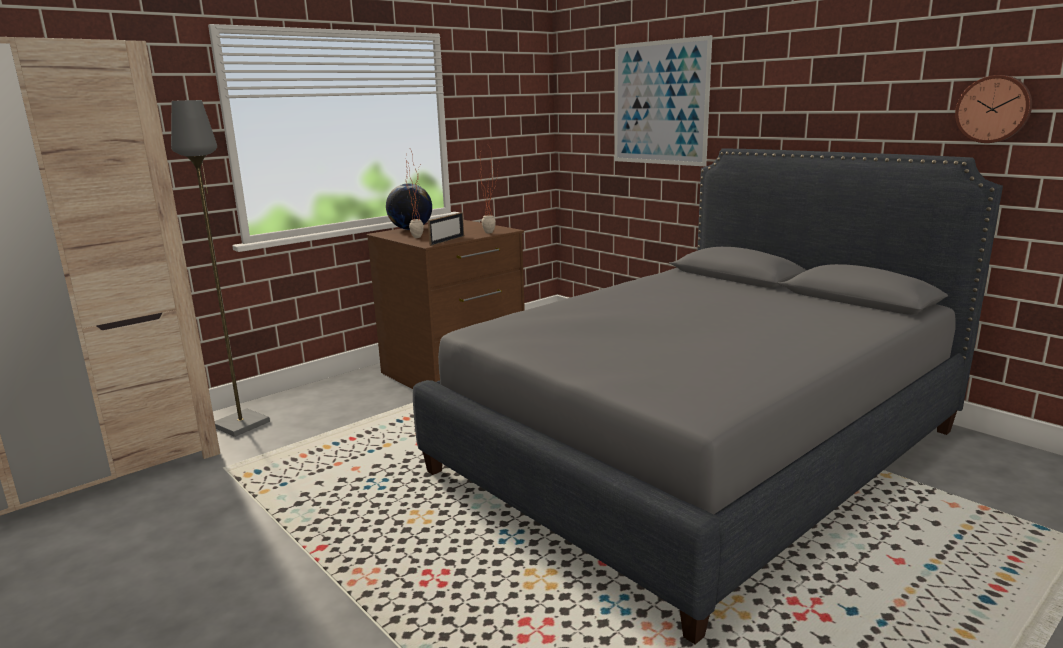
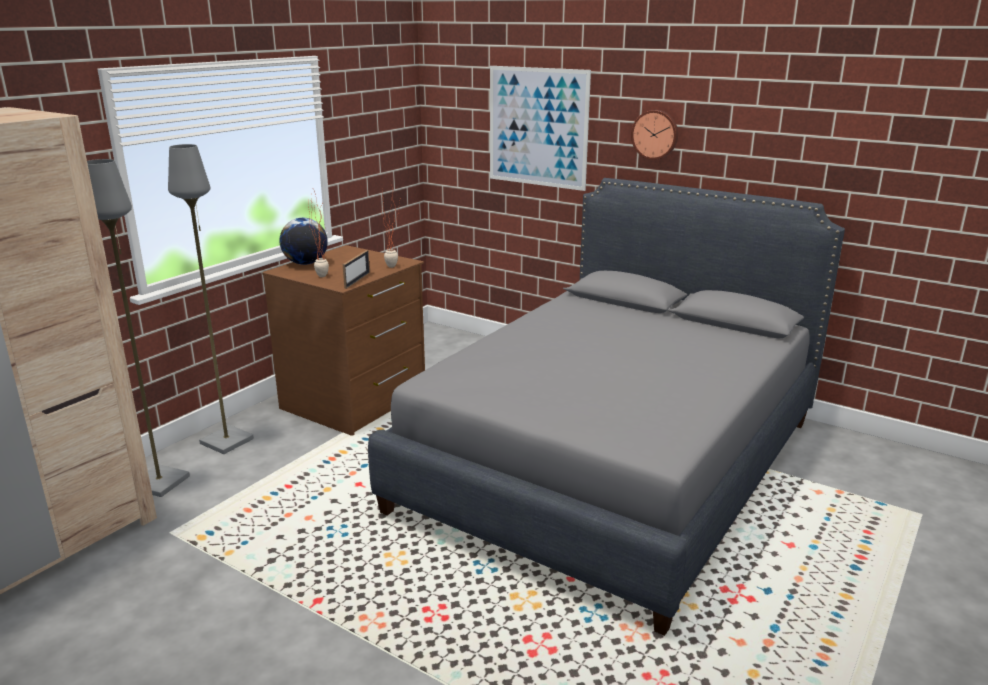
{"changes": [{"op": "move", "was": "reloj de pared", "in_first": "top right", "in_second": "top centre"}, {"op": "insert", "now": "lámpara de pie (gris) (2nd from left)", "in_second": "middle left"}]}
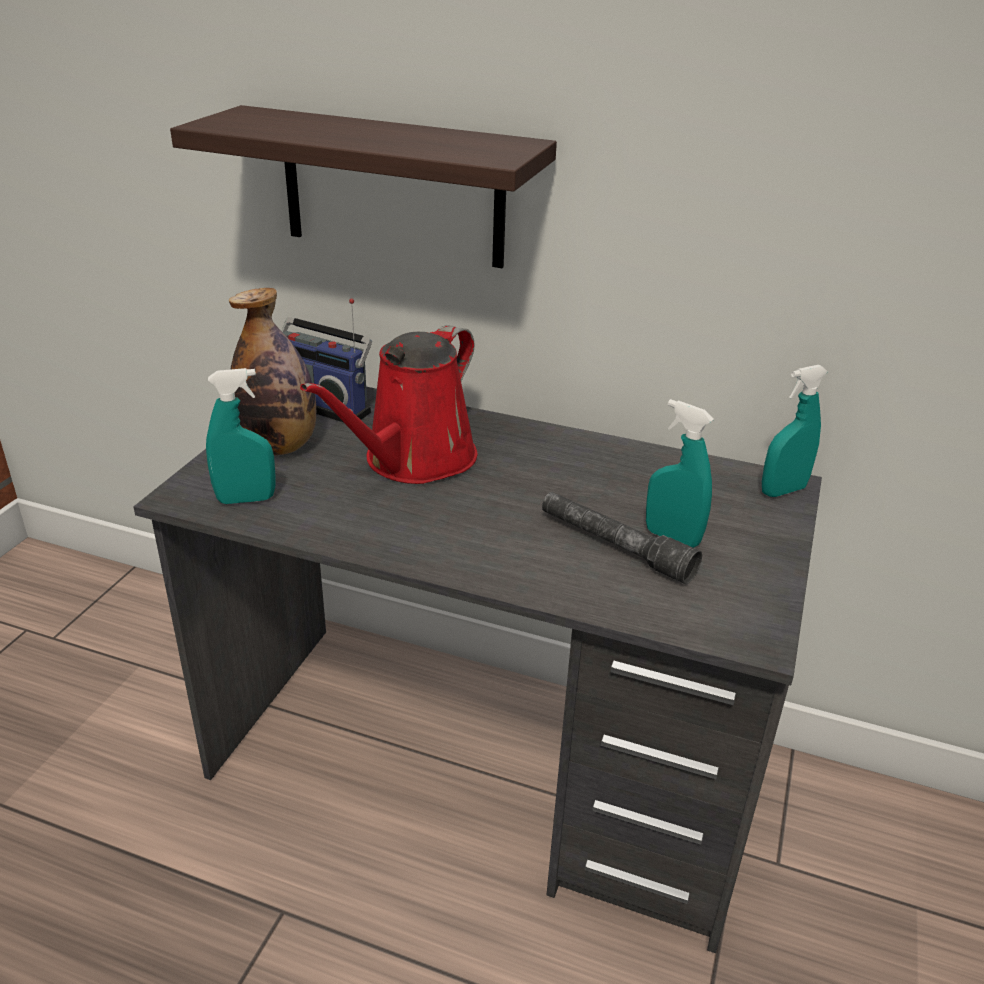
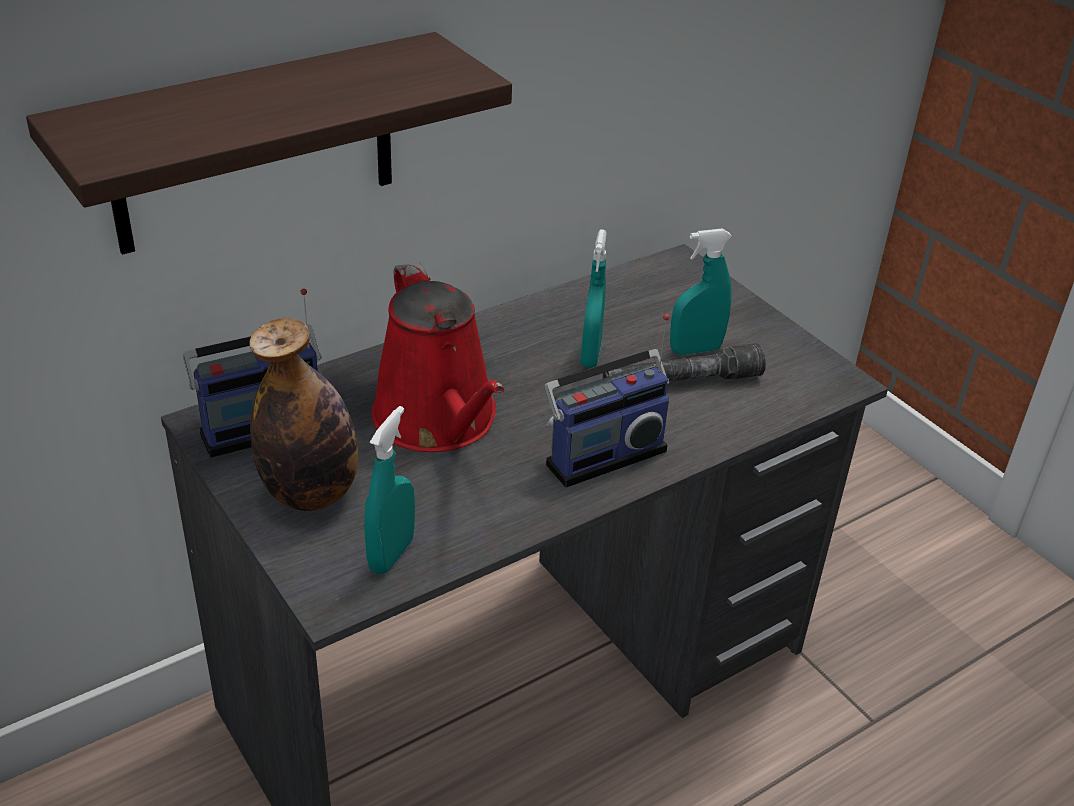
{"changes": [{"op": "move", "was": "pulverizador (turquesa) (3rd from left in the first image)", "now": "pulverizador (turquesa) (2nd from left)", "in_first": "middle right", "in_second": "centre"}, {"op": "insert", "now": "radio (2nd from left)", "in_second": "centre"}]}
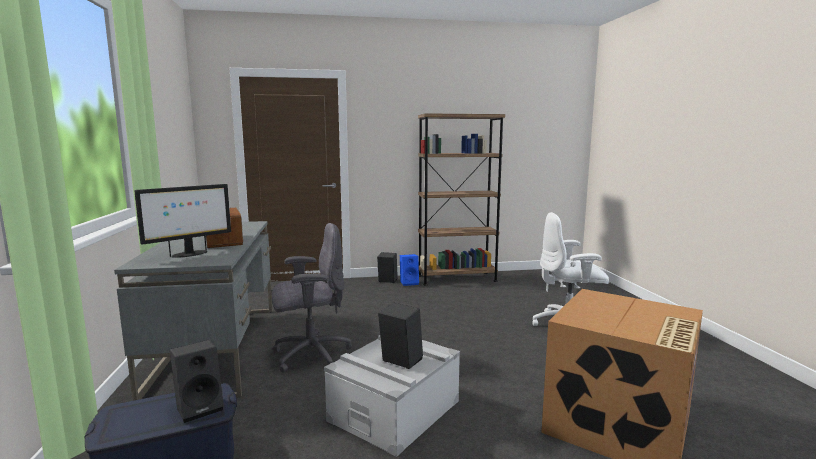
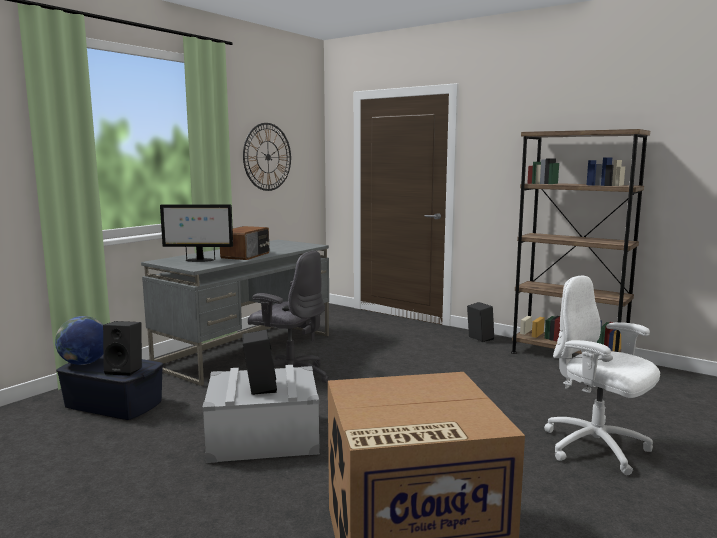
{"changes": [{"op": "delete", "was": "altavoz (azul)", "in_first": "centre"}, {"op": "insert", "now": "reloj de pared", "in_second": "top centre"}, {"op": "insert", "now": "globo terráqueo", "in_second": "middle left"}]}
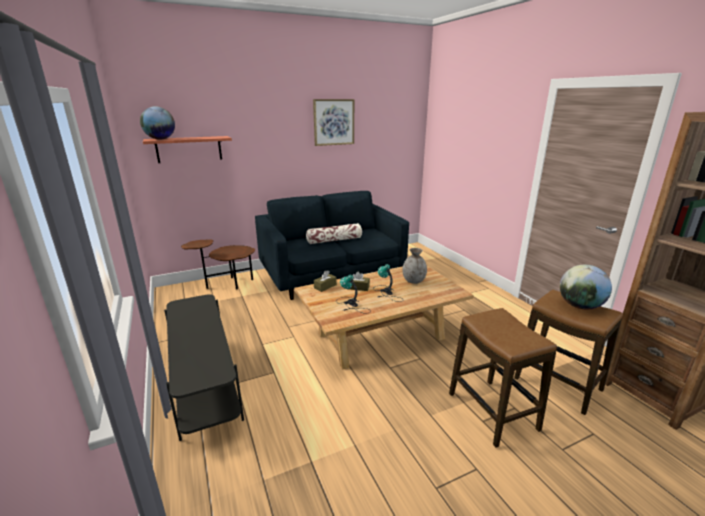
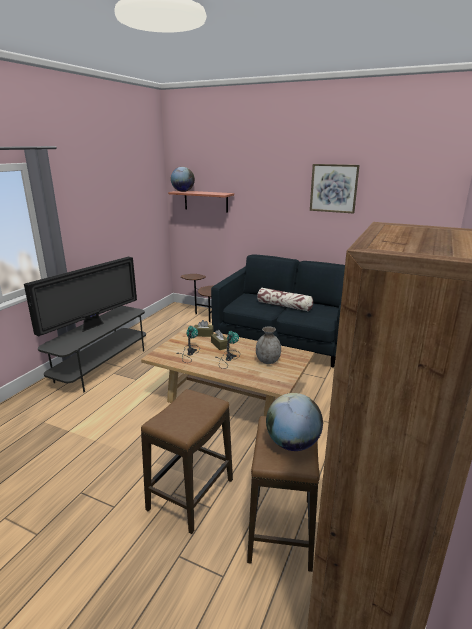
{"changes": [{"op": "insert", "now": "televisor", "in_second": "middle left"}]}
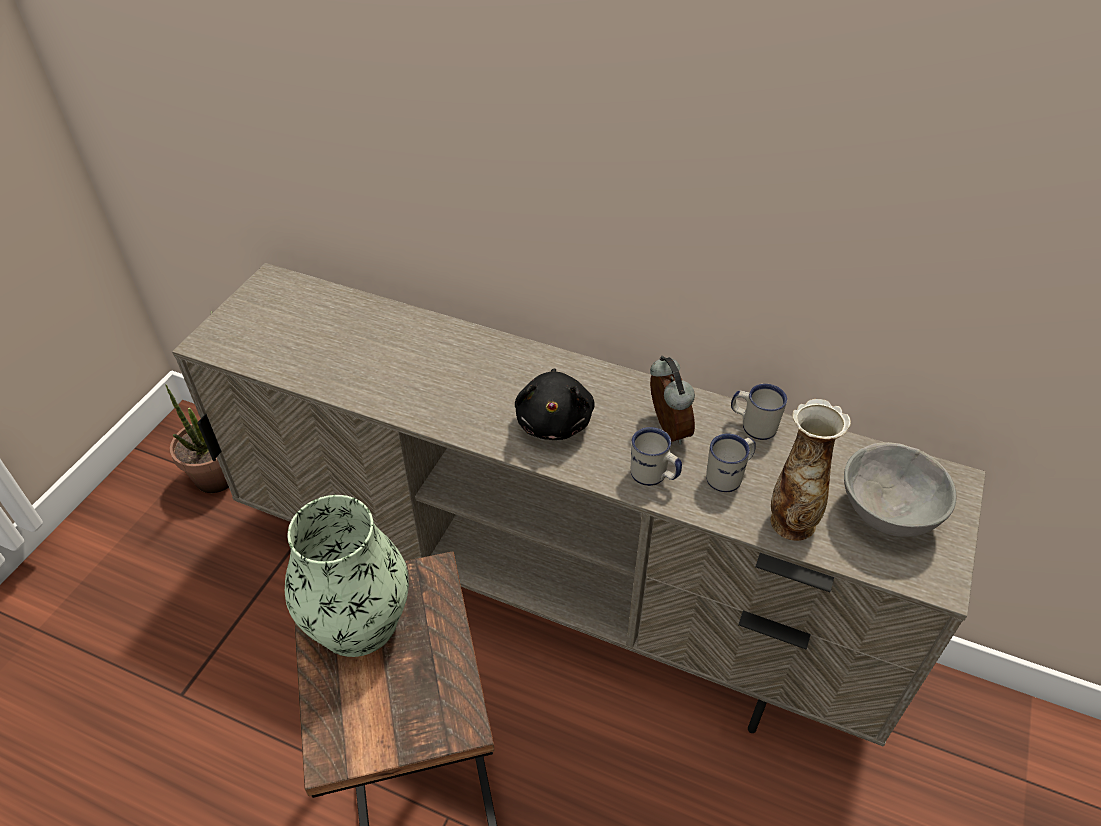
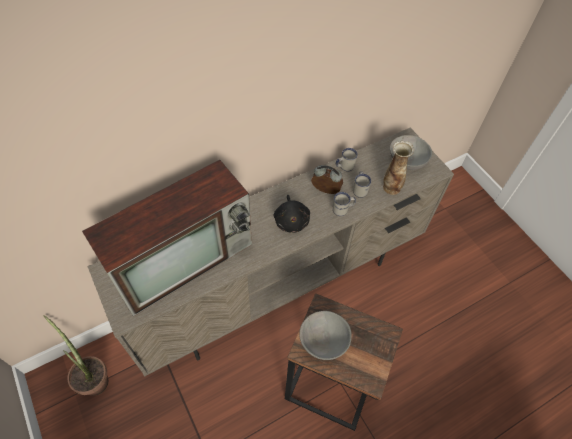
{"changes": [{"op": "rotate", "was": "peluche (negro)", "in_first": "centre", "in_second": "centre", "clockwise": 45}, {"op": "replace", "was": "florero (1st from left)", "now": "cuenco (gris) (1st from left)", "in_first": "bottom left", "in_second": "bottom centre"}, {"op": "insert", "now": "televisor", "in_second": "middle left"}]}
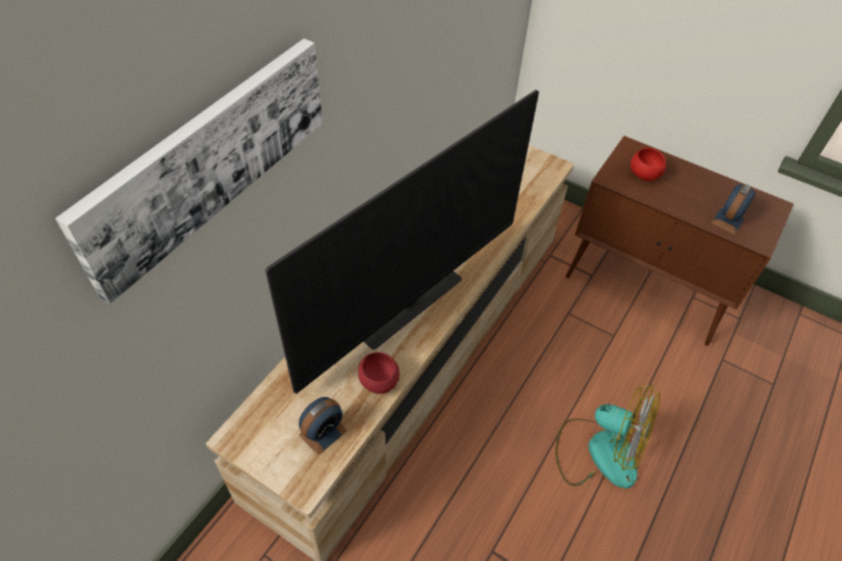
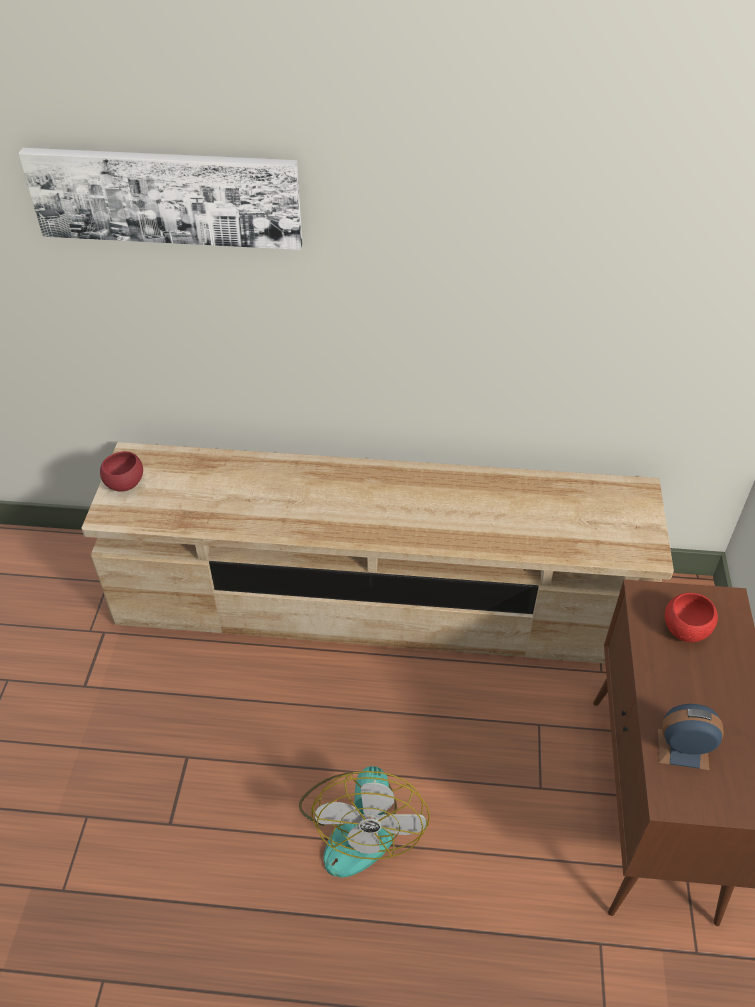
{"changes": [{"op": "delete", "was": "televisor", "in_first": "centre"}, {"op": "move", "was": "cuenco (rojo) (1st from left)", "in_first": "centre", "in_second": "middle left"}, {"op": "delete", "was": "despertador (1st from left)", "in_first": "bottom centre"}]}
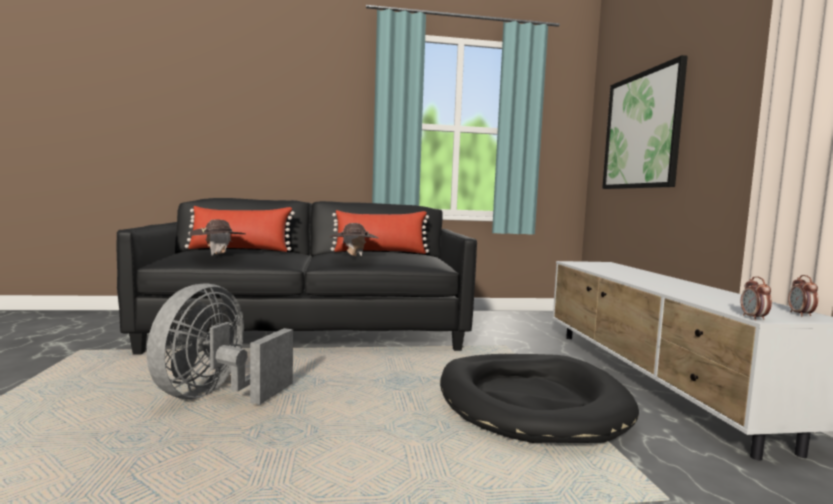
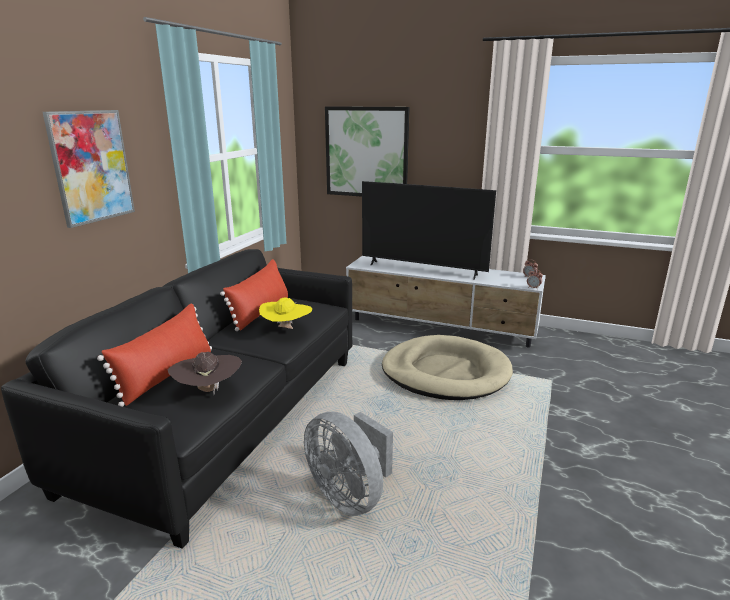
{"changes": [{"op": "recolor", "was": "sombrero (marrón) (2nd from left)", "now": "sombrero (amarillo)", "in_first": "centre", "in_second": "centre"}, {"op": "recolor", "was": "cama para perro (negro)", "now": "cama para perro (beis)", "in_first": "bottom centre", "in_second": "centre"}, {"op": "insert", "now": "cuadro (1st from left)", "in_second": "top left"}, {"op": "insert", "now": "televisor", "in_second": "centre"}]}
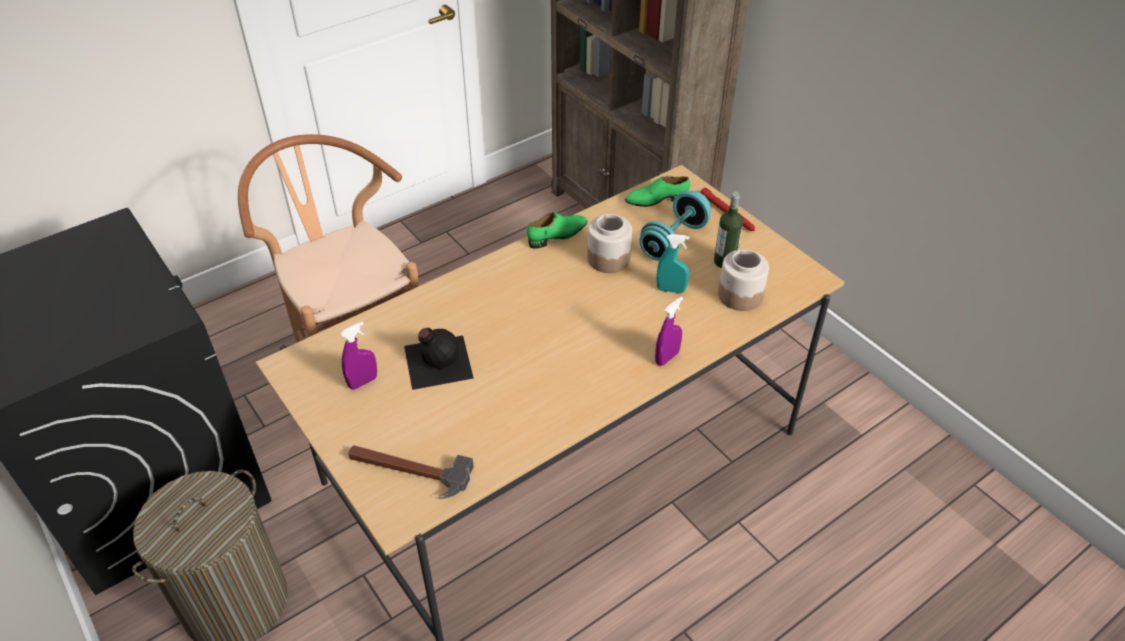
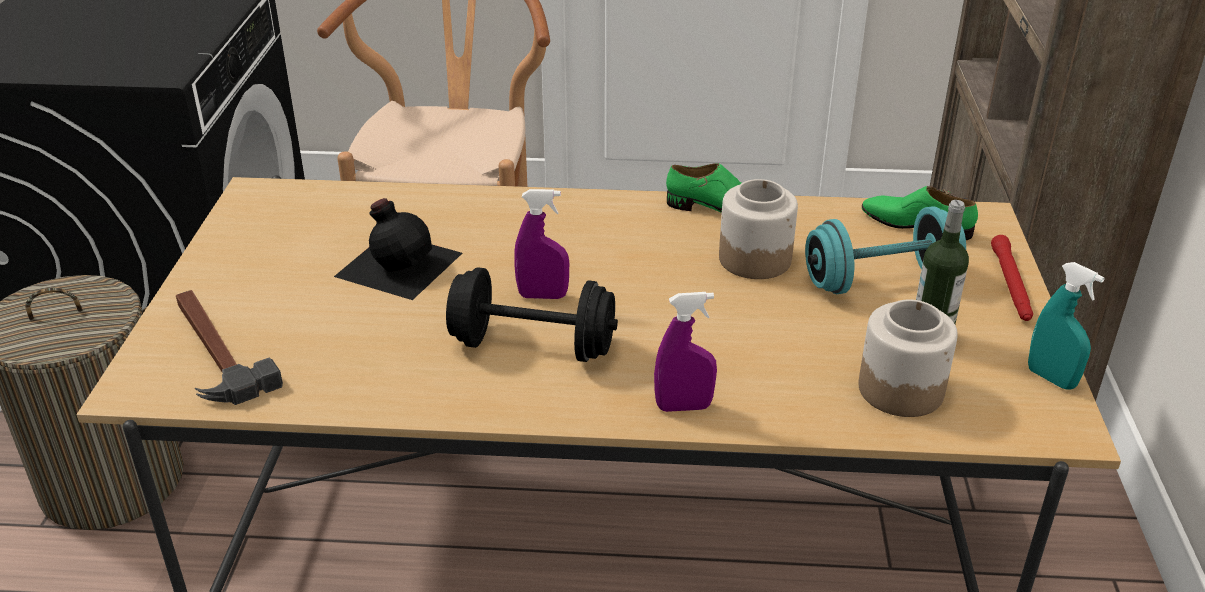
{"changes": [{"op": "move", "was": "pulverizador (turquesa)", "in_first": "centre", "in_second": "middle right"}, {"op": "move", "was": "pulverizador (morado) (1st from left)", "in_first": "middle left", "in_second": "centre"}, {"op": "insert", "now": "mancuerna (negro)", "in_second": "centre"}]}
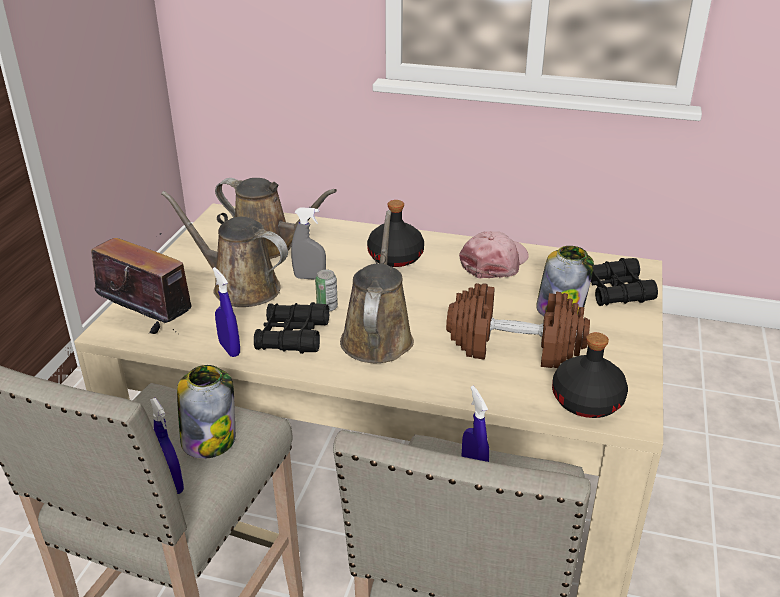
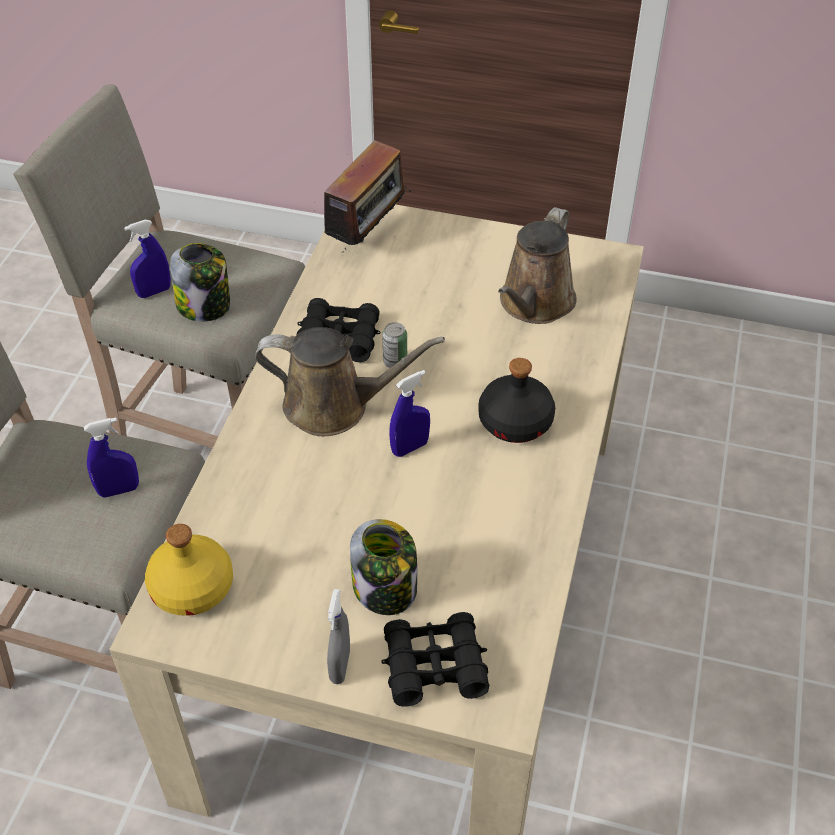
{"changes": [{"op": "delete", "was": "regadera (marrón) (1st from left)", "in_first": "middle left"}, {"op": "move", "was": "pulverizador (gris)", "in_first": "centre", "in_second": "bottom centre"}, {"op": "delete", "was": "gorra (rosa)", "in_first": "centre"}, {"op": "move", "was": "pulverizador (azul) (2nd from left in the first image)", "now": "pulverizador (azul) (3rd from left)", "in_first": "middle left", "in_second": "centre"}, {"op": "delete", "was": "mancuerna (marrón)", "in_first": "centre"}, {"op": "recolor", "was": "botella (negro) (2nd from left)", "now": "botella (amarillo)", "in_first": "middle right", "in_second": "bottom left"}]}
